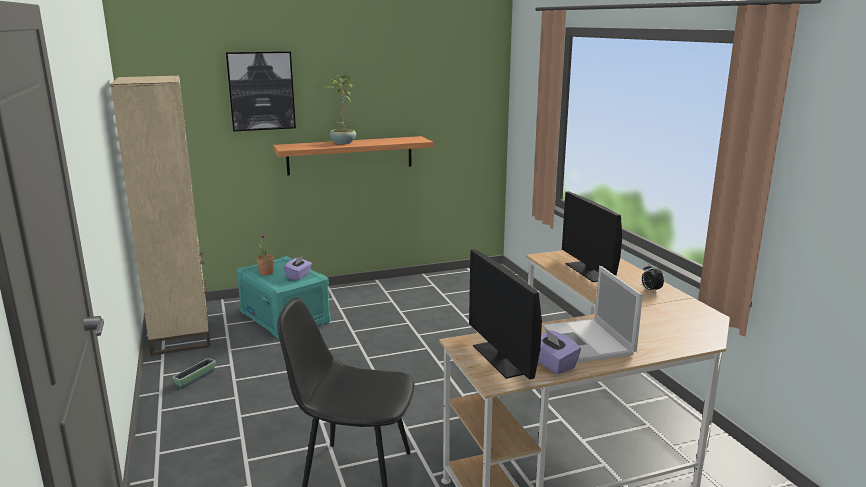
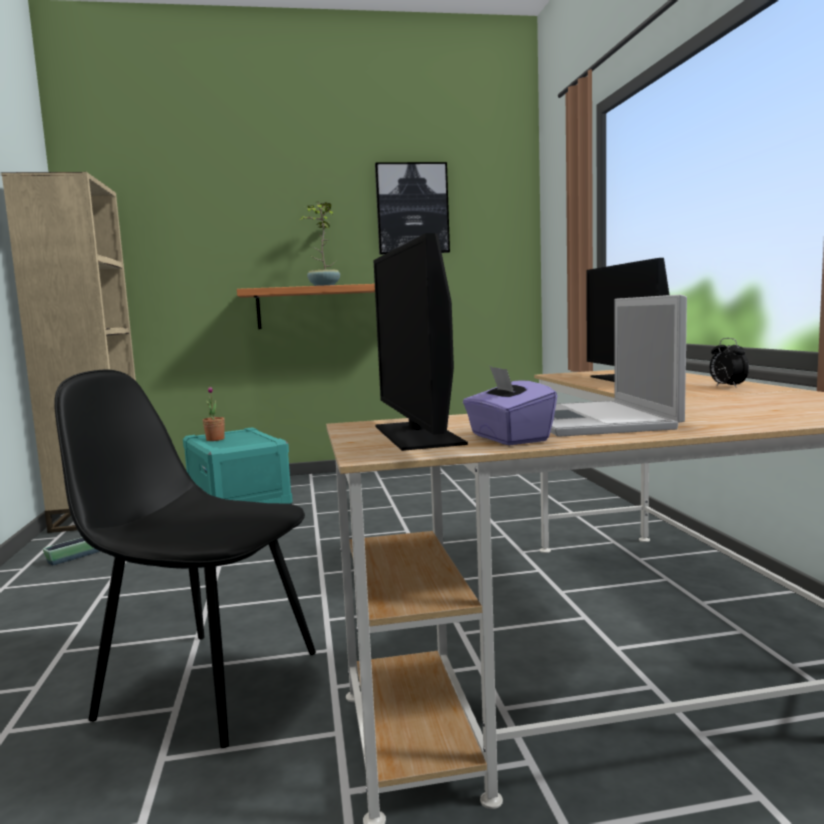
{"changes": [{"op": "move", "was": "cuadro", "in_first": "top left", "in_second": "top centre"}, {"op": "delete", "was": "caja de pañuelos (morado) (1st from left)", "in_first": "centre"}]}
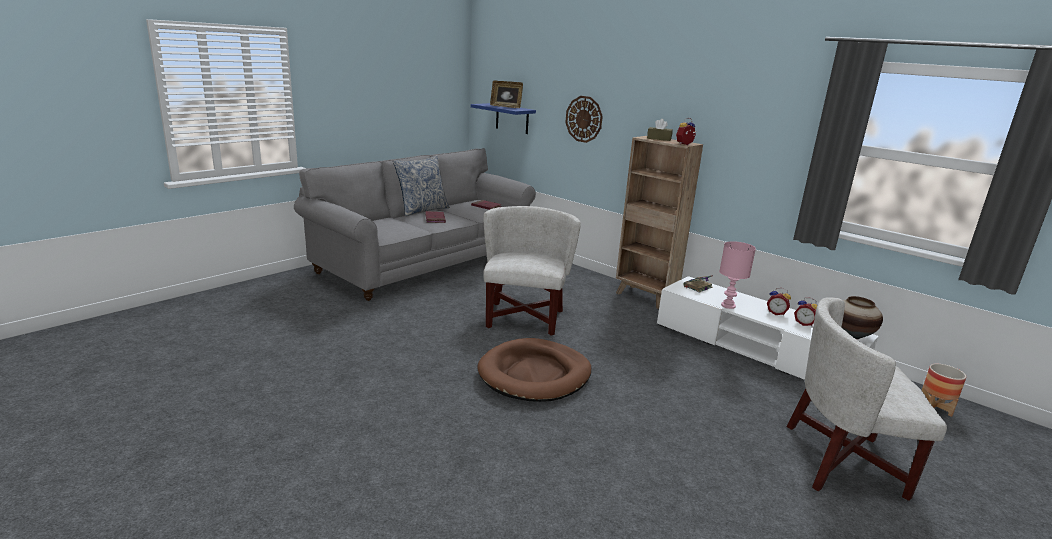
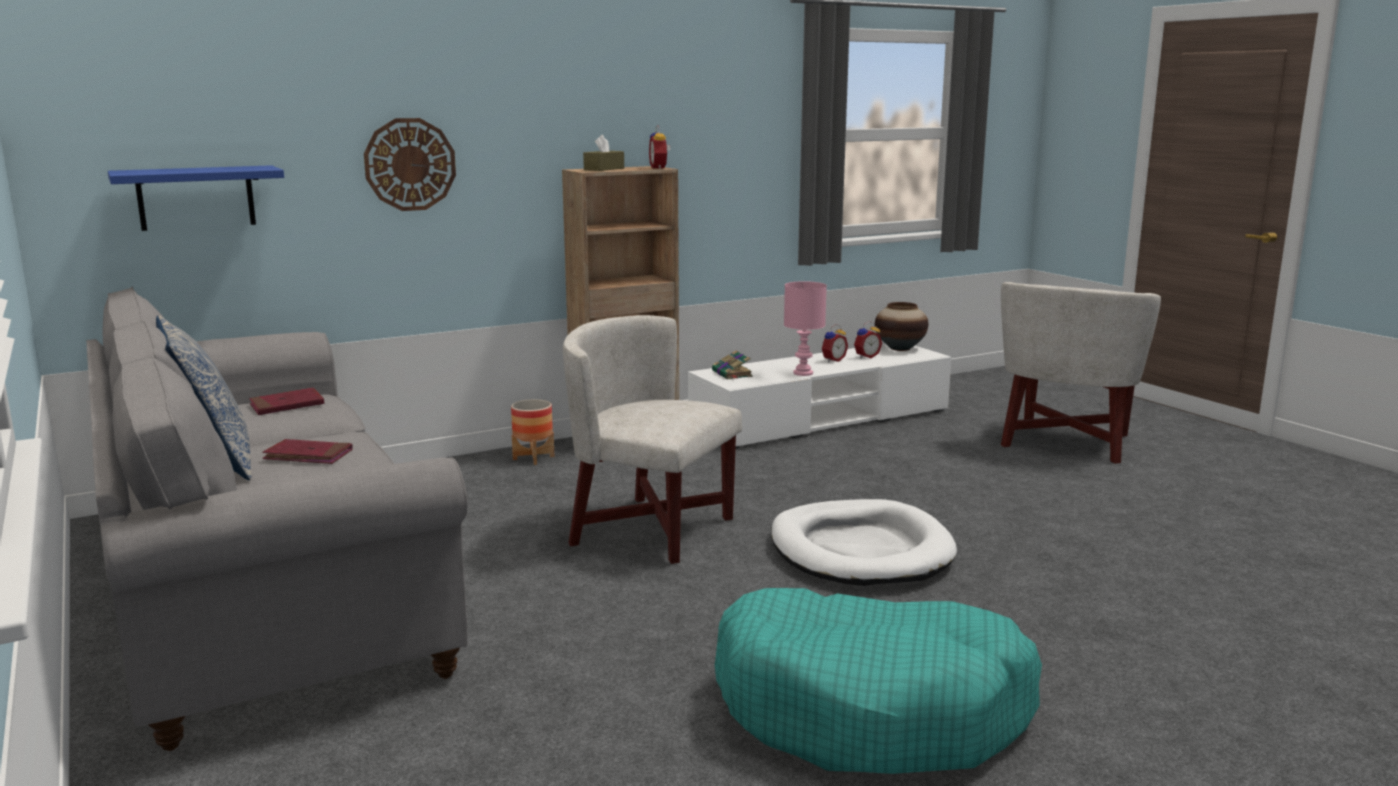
{"changes": [{"op": "delete", "was": "portarretratos", "in_first": "top centre"}, {"op": "recolor", "was": "cama para perro (marrón)", "now": "cama para perro (blanco)", "in_first": "bottom centre", "in_second": "bottom centre"}, {"op": "move", "was": "maceta", "in_first": "bottom right", "in_second": "centre"}, {"op": "insert", "now": "cama para perro (turquesa)", "in_second": "bottom centre"}]}
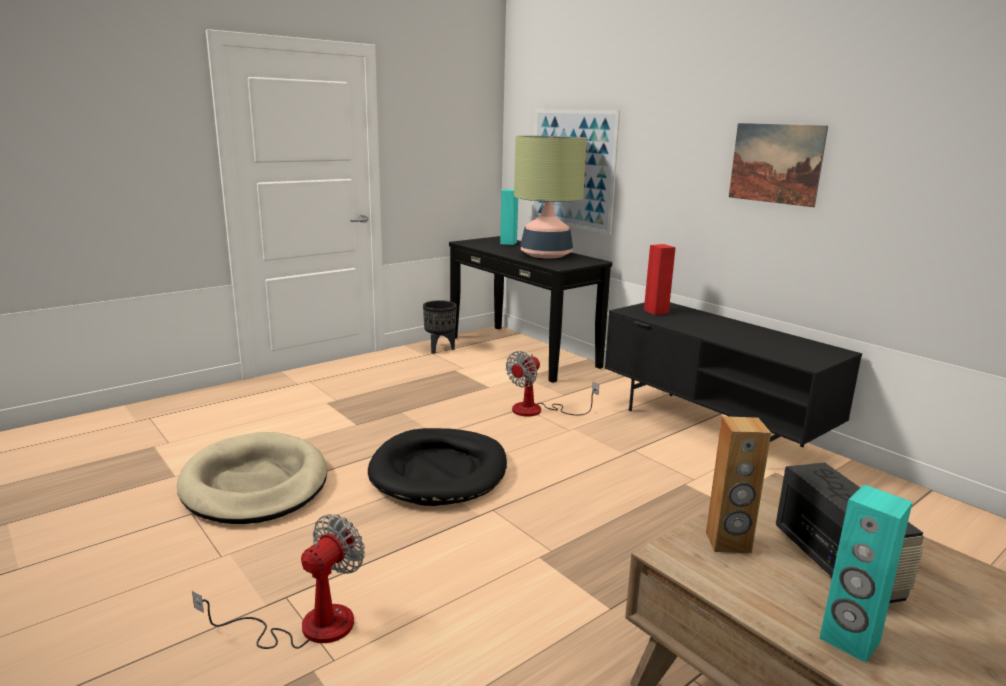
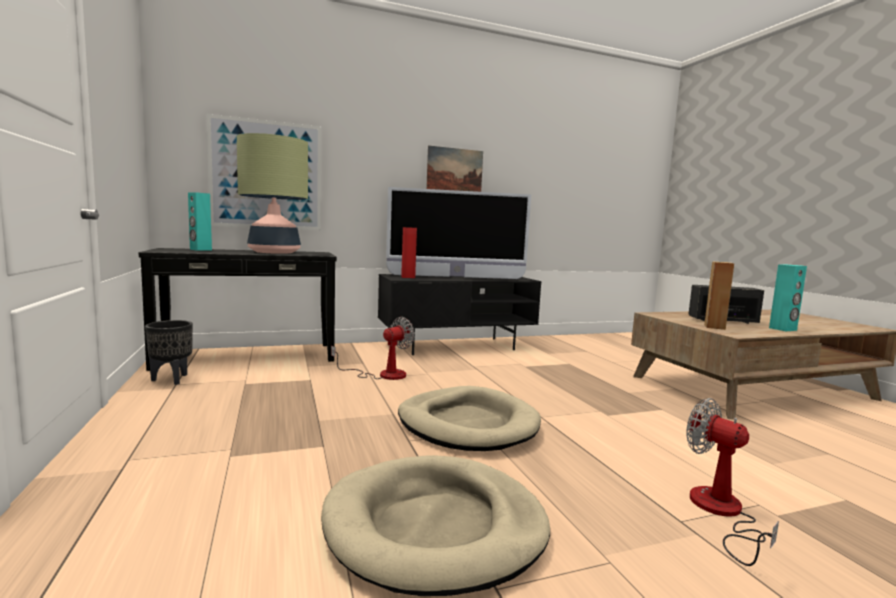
{"changes": [{"op": "rotate", "was": "ventilador (2nd from left in the first image)", "in_first": "centre", "in_second": "centre", "clockwise": -105}, {"op": "recolor", "was": "cama para perro (negro)", "now": "cama para perro (beis) (2nd from left)", "in_first": "bottom centre", "in_second": "bottom centre"}, {"op": "insert", "now": "televisor", "in_second": "centre"}]}
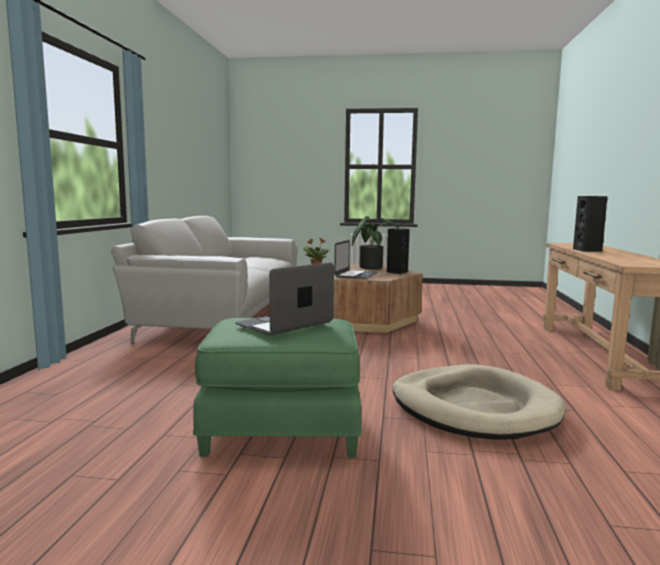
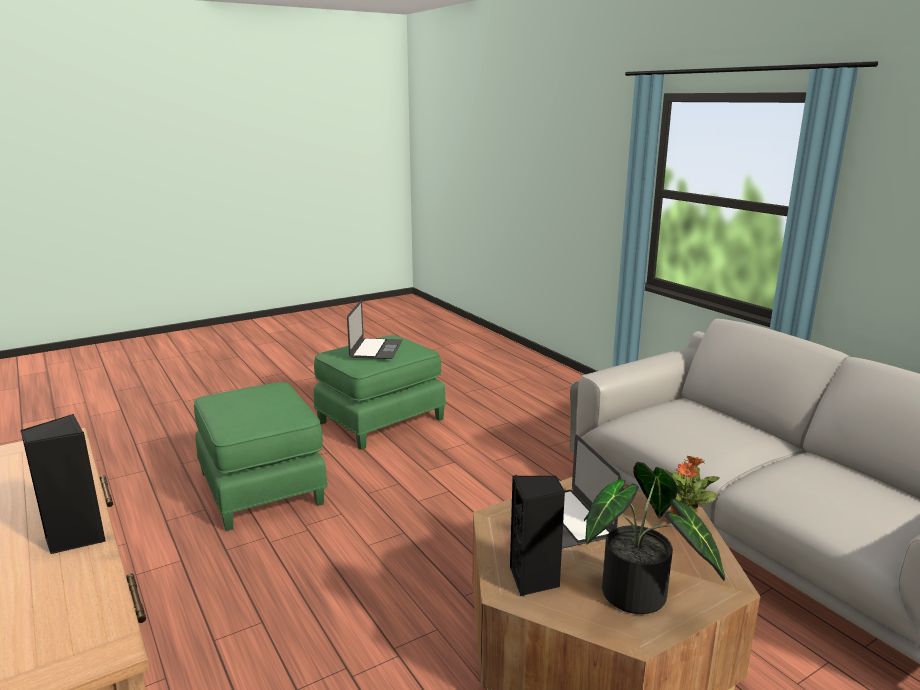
{"changes": [{"op": "replace", "was": "cama para perro (beis)", "now": "puf (verde) (1st from left)", "in_first": "bottom right", "in_second": "middle left"}]}
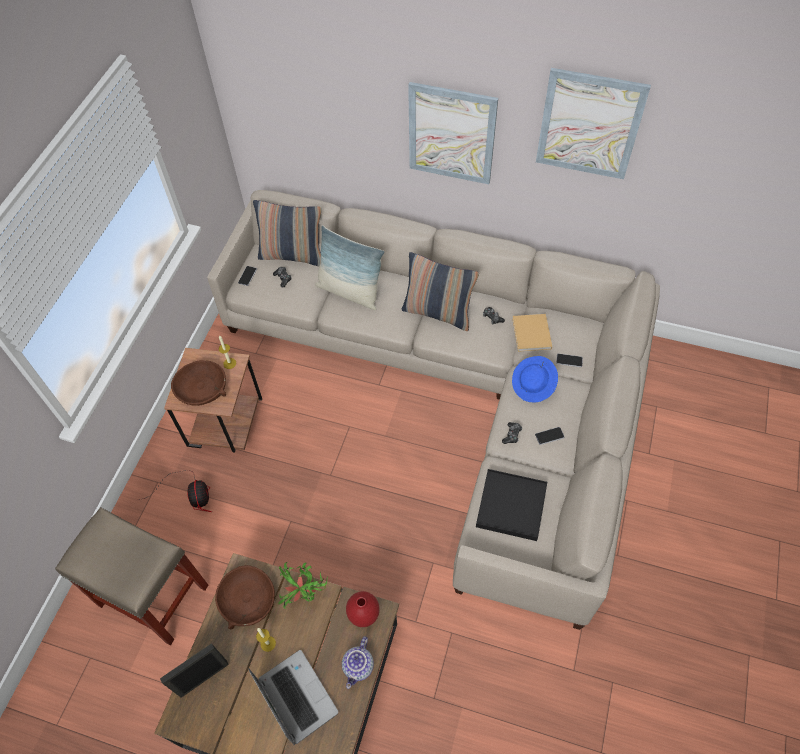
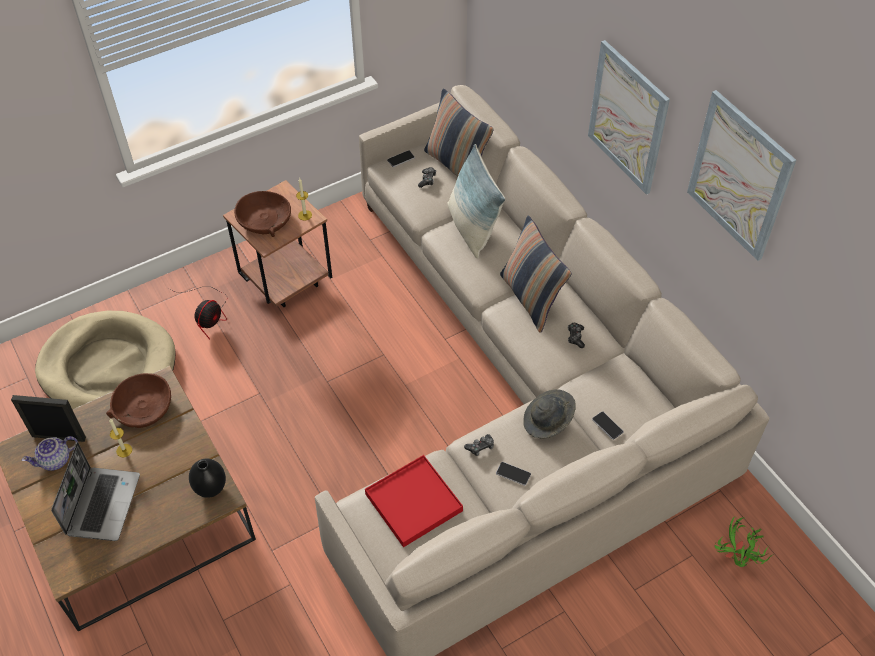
{"changes": [{"op": "delete", "was": "libro (beis)", "in_first": "centre"}, {"op": "recolor", "was": "sombrero (azul)", "now": "sombrero (gris)", "in_first": "middle right", "in_second": "centre"}, {"op": "recolor", "was": "bandeja (negro)", "now": "bandeja (rojo)", "in_first": "bottom centre", "in_second": "bottom centre"}, {"op": "replace", "was": "taburete (beis)", "now": "cama para perro (beis)", "in_first": "bottom left", "in_second": "middle left"}, {"op": "move", "was": "planta en maceta", "in_first": "bottom centre", "in_second": "bottom right"}, {"op": "recolor", "was": "florero (rojo)", "now": "florero (negro)", "in_first": "bottom centre", "in_second": "bottom left"}, {"op": "move", "was": "tetera", "in_first": "bottom centre", "in_second": "bottom left"}]}
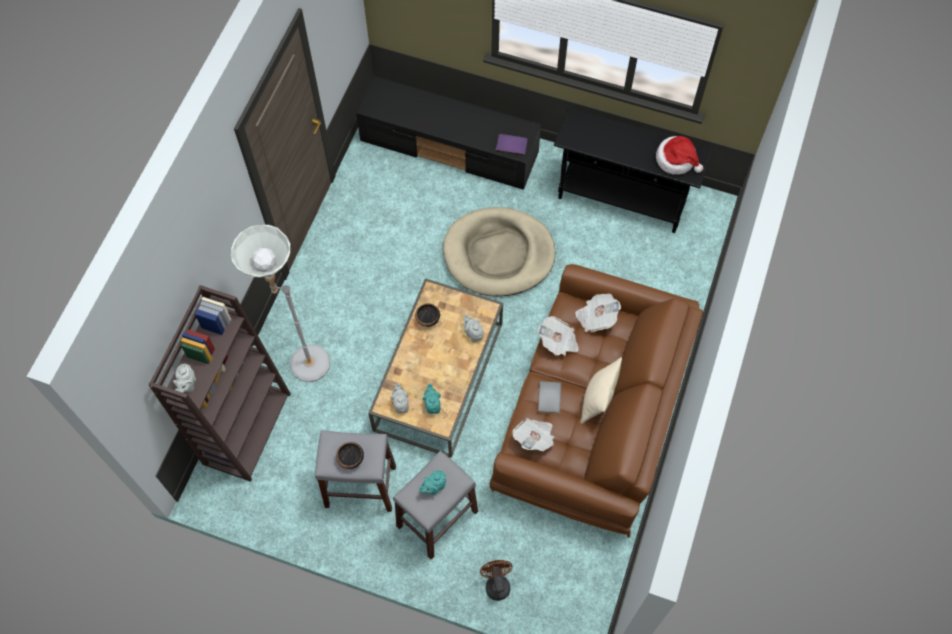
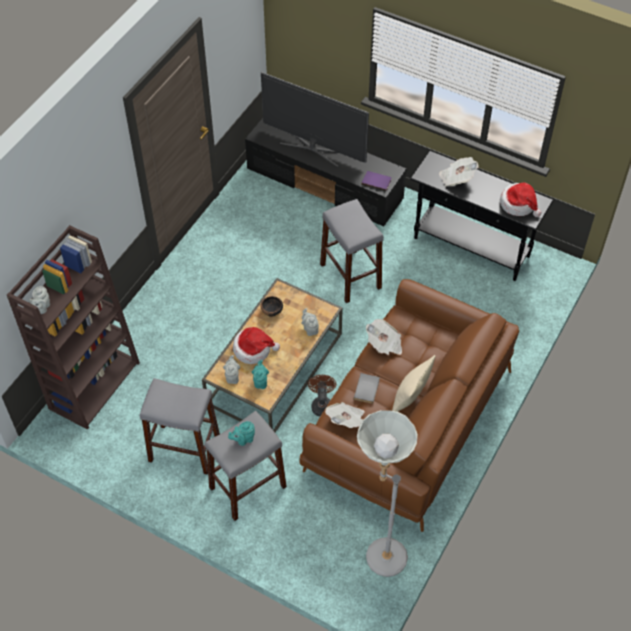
{"changes": [{"op": "replace", "was": "cama para perro (beis)", "now": "taburete (gris) (3rd from left)", "in_first": "centre", "in_second": "centre"}, {"op": "move", "was": "lámpara de pie (gris)", "in_first": "middle left", "in_second": "bottom centre"}, {"op": "move", "was": "periódico (3rd from left)", "in_first": "centre", "in_second": "top right"}, {"op": "delete", "was": "cuenco (1st from left)", "in_first": "bottom centre"}, {"op": "move", "was": "ventilador (marrón)", "in_first": "bottom centre", "in_second": "centre"}, {"op": "insert", "now": "televisor", "in_second": "top centre"}, {"op": "insert", "now": "sombrero (1st from left)", "in_second": "centre"}]}
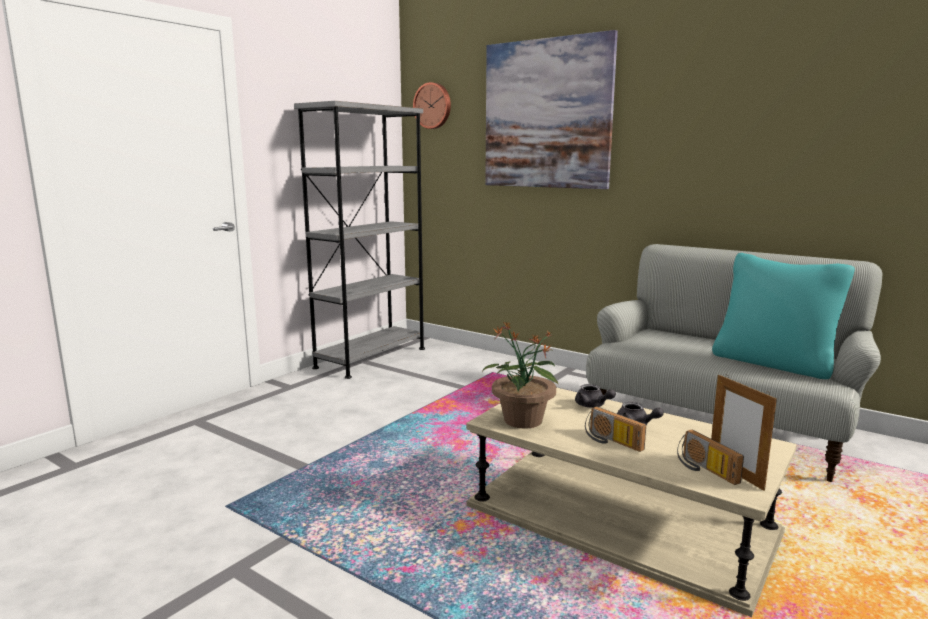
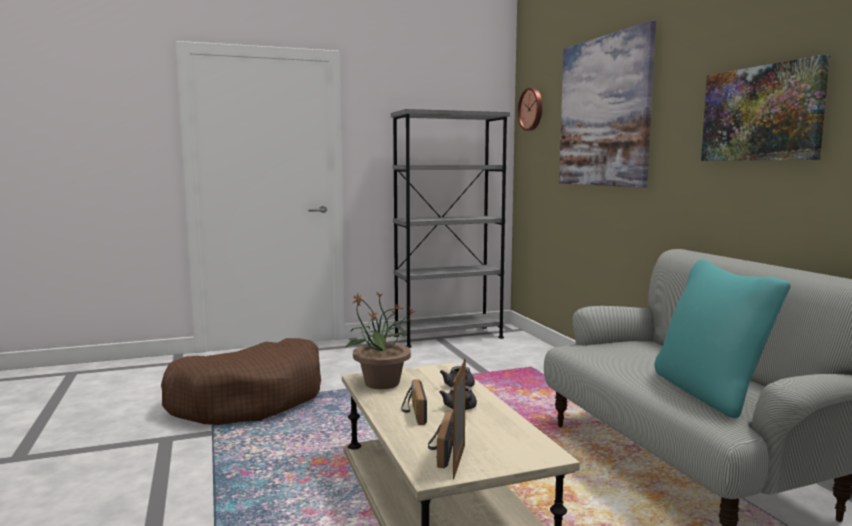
{"changes": [{"op": "insert", "now": "cuadro (2nd from left)", "in_second": "top right"}, {"op": "insert", "now": "cama para perro (marrón)", "in_second": "bottom left"}]}
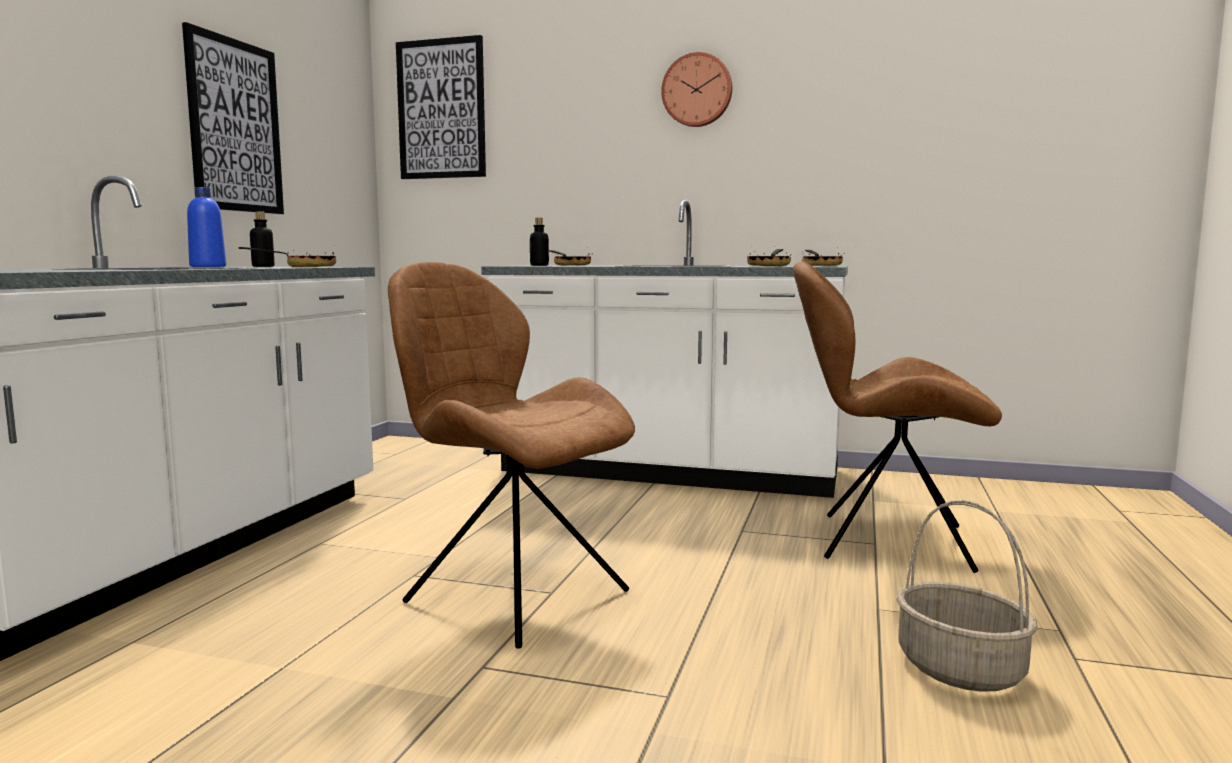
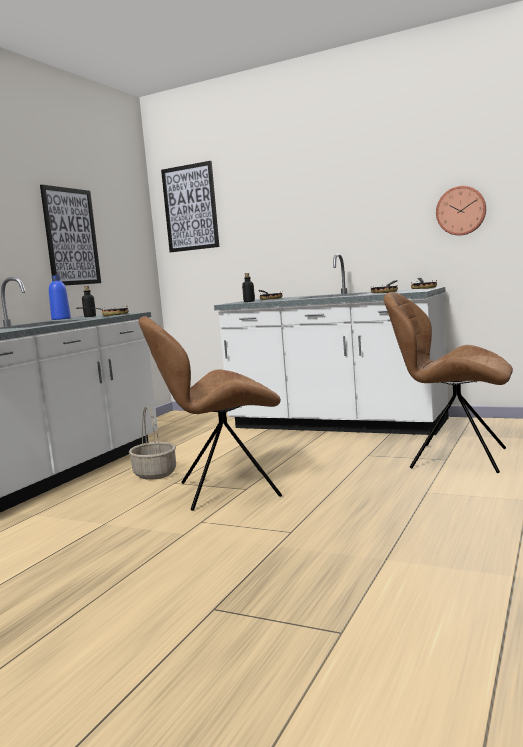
{"changes": [{"op": "move", "was": "reloj de pared", "in_first": "top centre", "in_second": "top right"}, {"op": "rotate", "was": "silla (marrón) (1st from left)", "in_first": "centre", "in_second": "centre", "clockwise": -60}, {"op": "move", "was": "cesta", "in_first": "bottom right", "in_second": "middle left"}]}
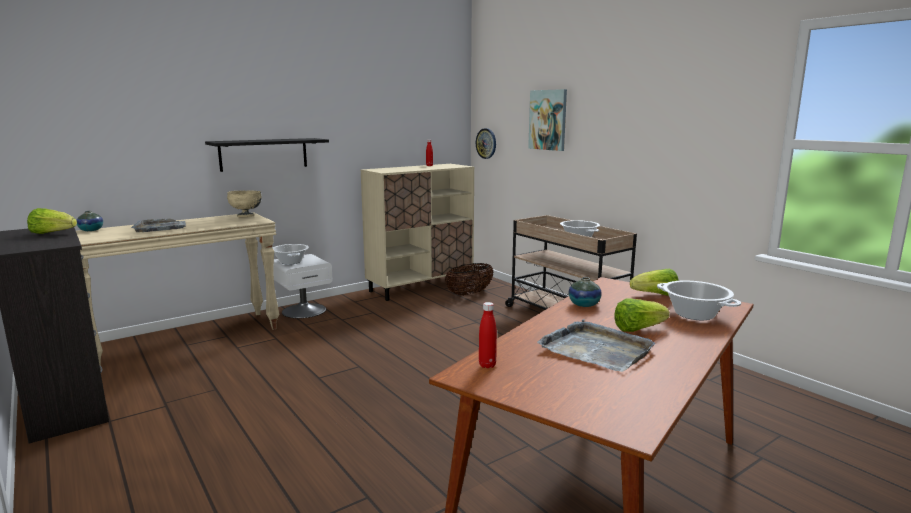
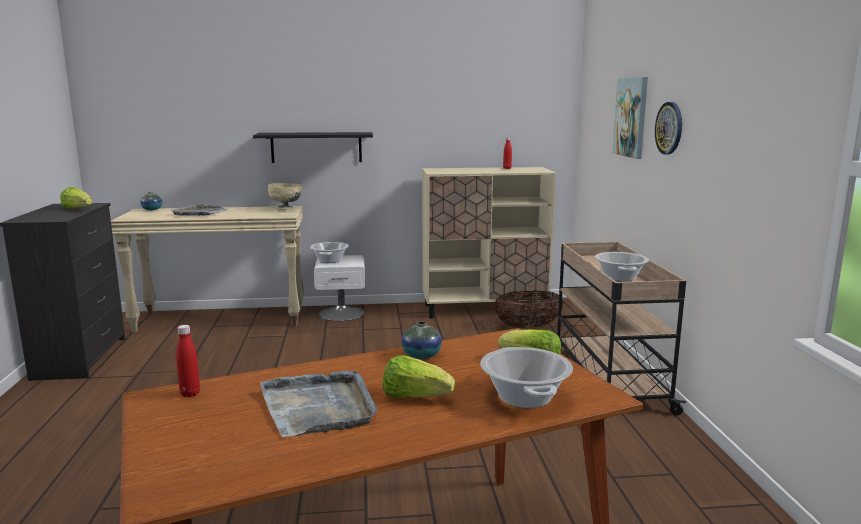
{"changes": [{"op": "move", "was": "reloj de pared", "in_first": "top centre", "in_second": "top right"}]}
